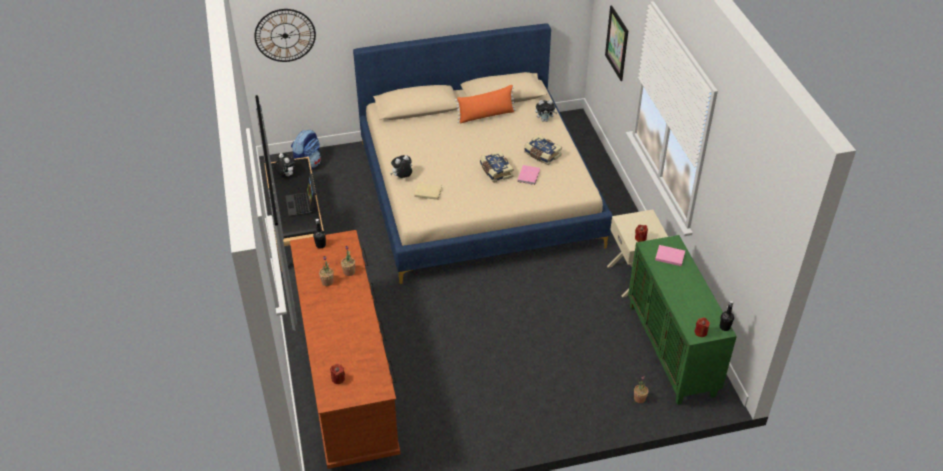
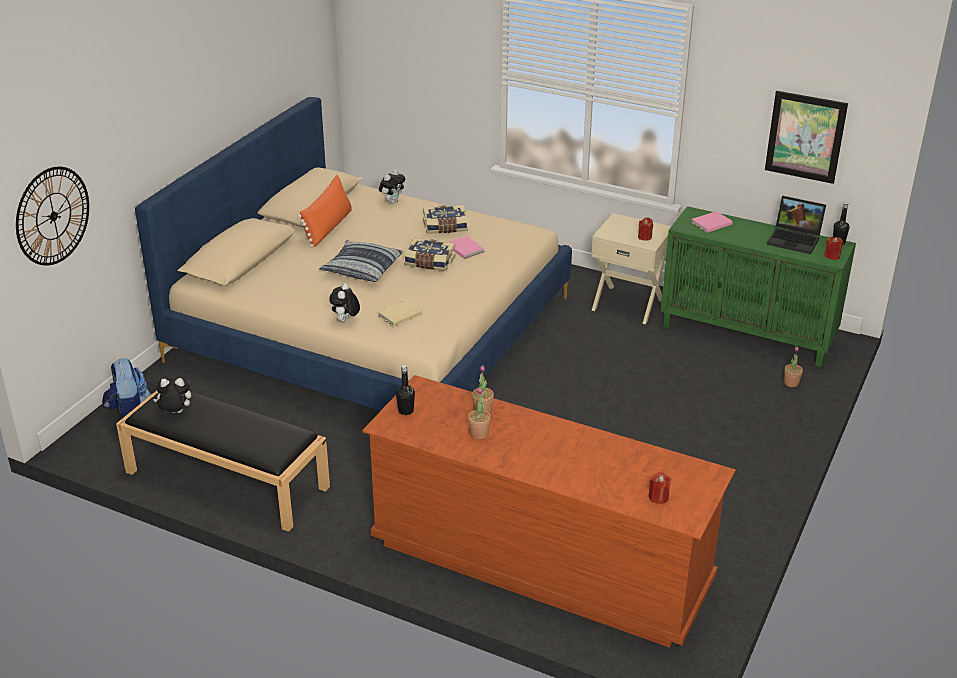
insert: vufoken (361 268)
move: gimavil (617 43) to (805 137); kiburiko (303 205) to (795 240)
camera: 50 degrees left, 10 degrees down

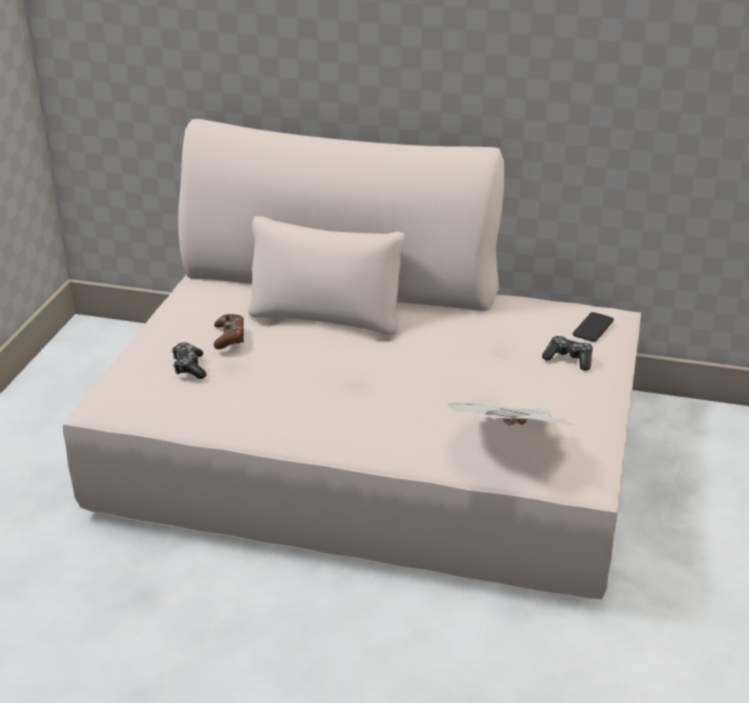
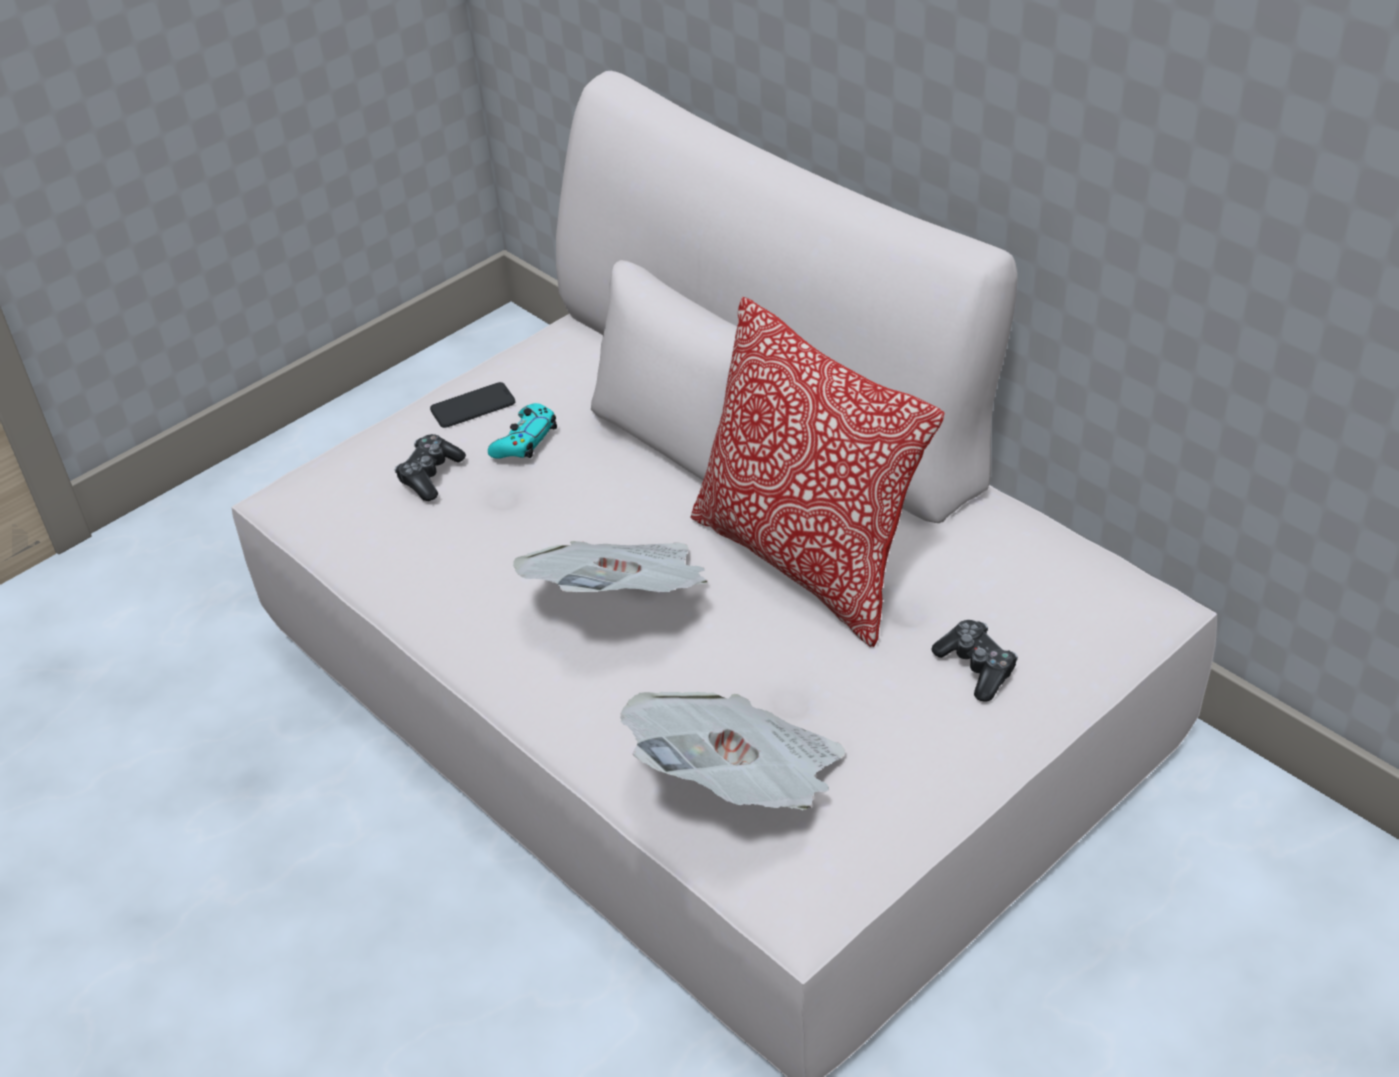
insert: vufoken (806 561); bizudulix (623 602)
move: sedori (593 327) to (473 406)
recolor: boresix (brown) (229 337) to boresix (turquoise) (524 441)
camera: 35 degrees right, 10 degrees up

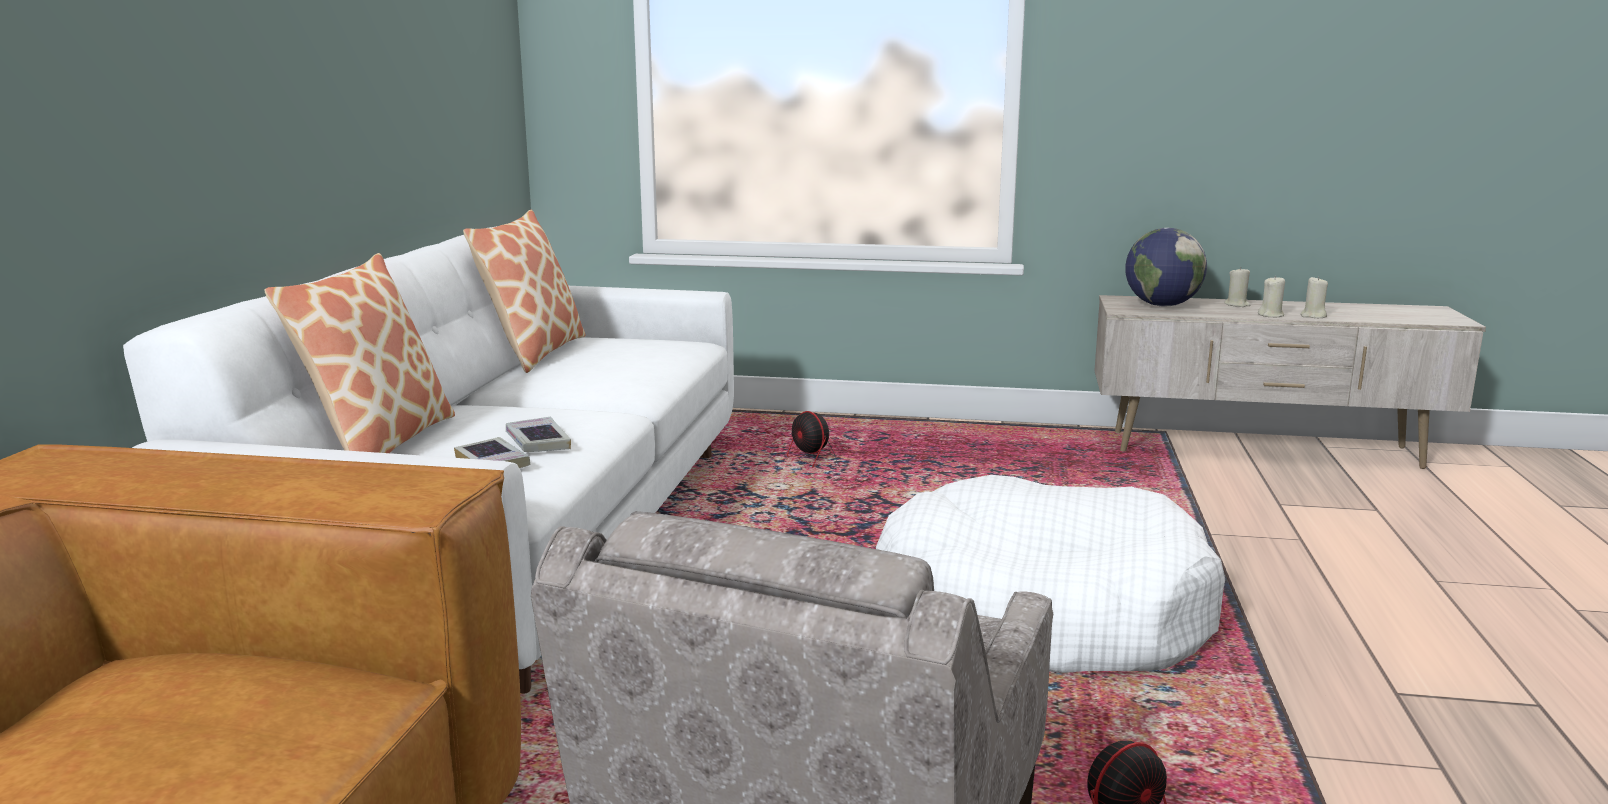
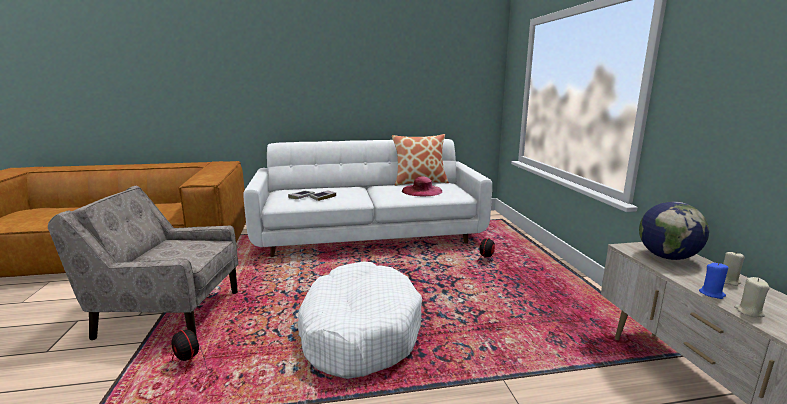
delete: vufoken (378 445)
insert: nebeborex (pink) (422 191)
recolor: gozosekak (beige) (1271 315) to gozosekak (blue) (712 294)
camera: 70 degrees right, 0 degrees up

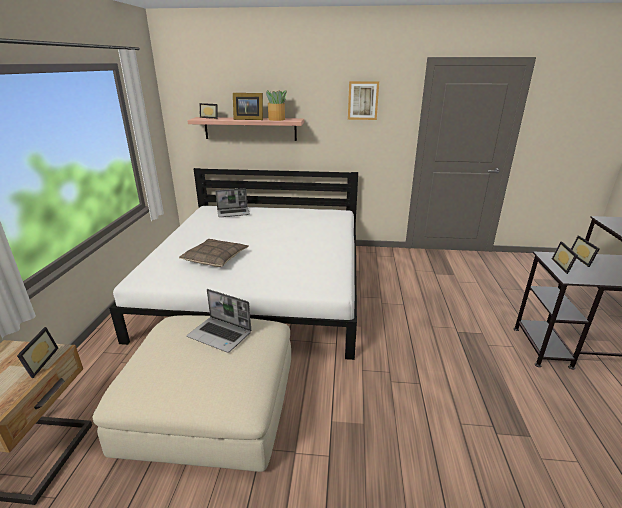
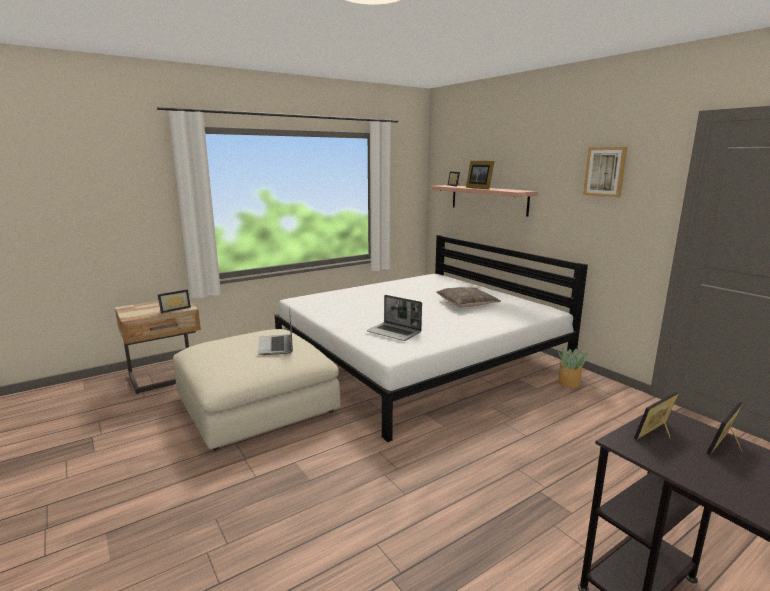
move: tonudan (277 119) to (569 383); kiburiko (234 213) to (395 332); vufoken (215 258) to (467 303)
camera: 50 degrees right, 10 degrees down

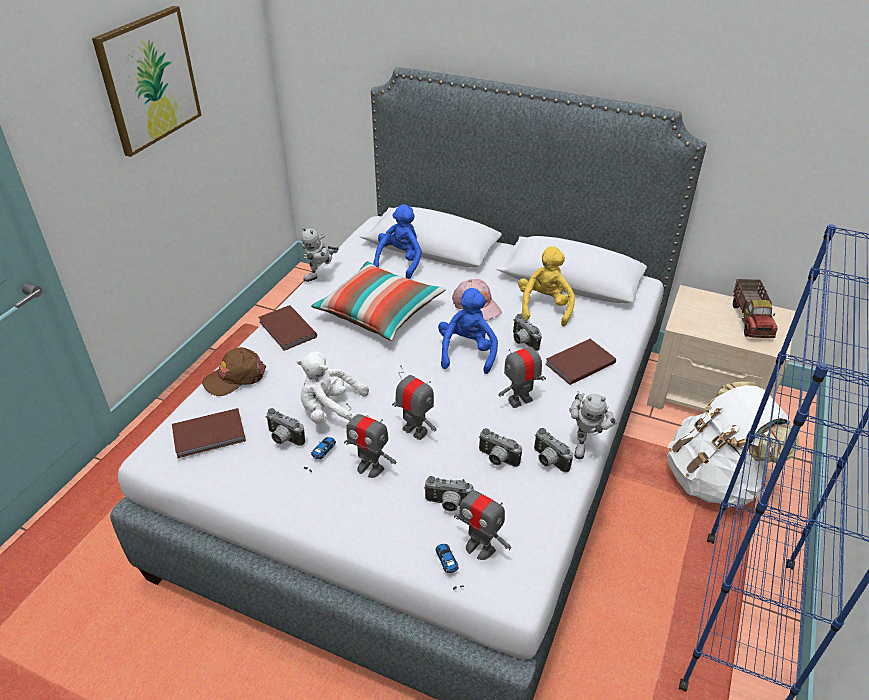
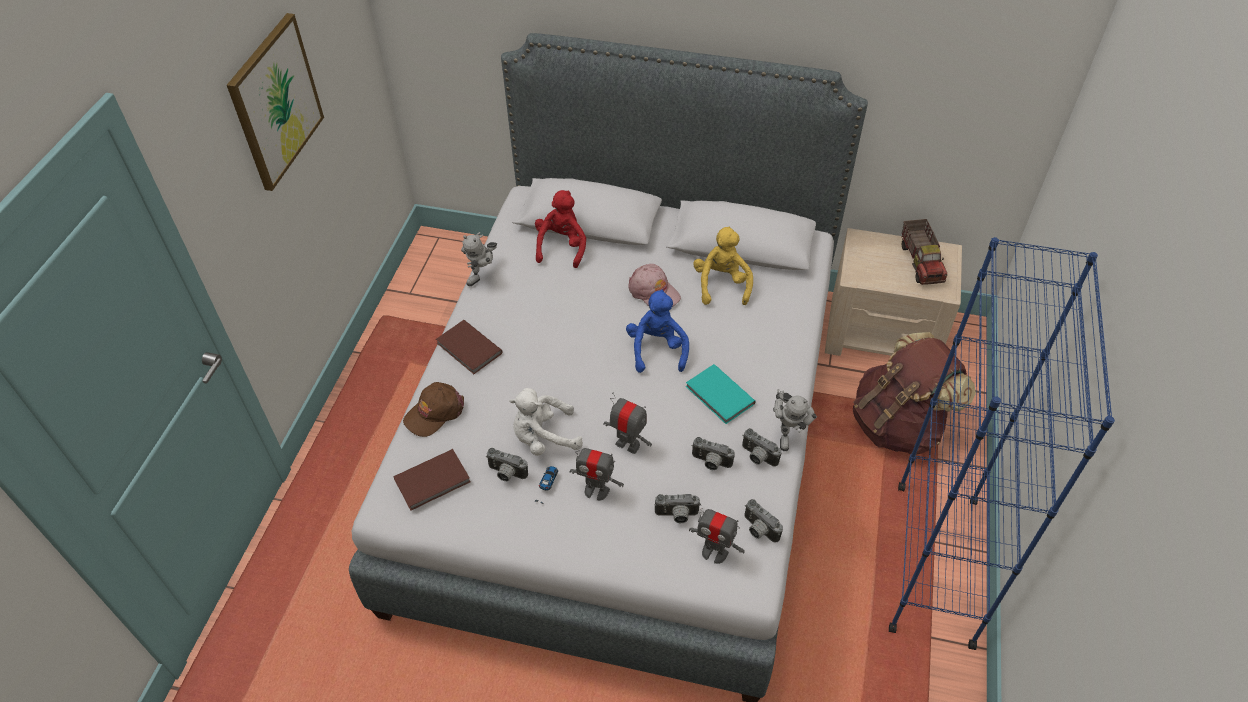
delete: vufoken (379 313); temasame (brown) (578 363); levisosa (449 569)
move: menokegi (522 342) to (758 530)
replace: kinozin (520 400) to temasame (turquoise) (719 396)
recolor: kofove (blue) (400 262) to kofove (red) (561 246); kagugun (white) (714 479) to kagugun (brown) (898 425)
camera: 10 degrees left, 10 degrees up

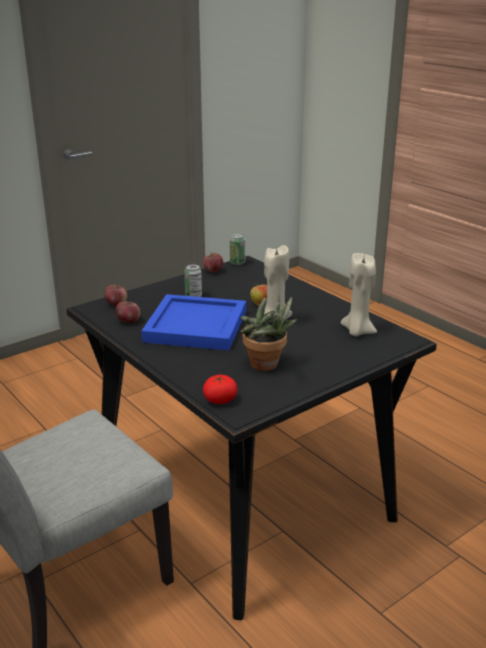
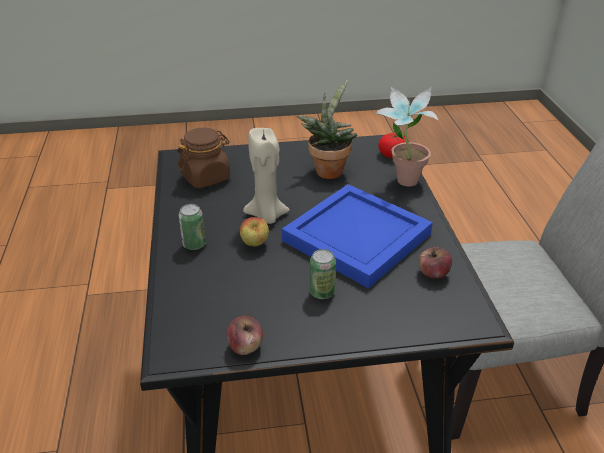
delete: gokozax (116 304)
insert: tonudan (401 183)
move: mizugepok (237 263) to (194 244)
replace: gozosekak (beige) (357 331) to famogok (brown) (206 177)
camera: 150 degrees left, 10 degrees up

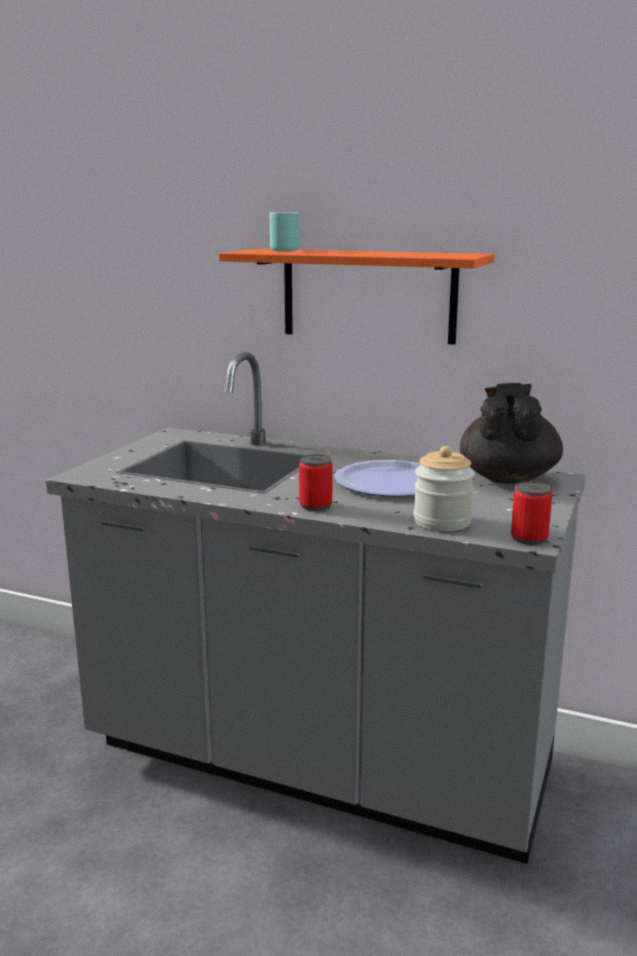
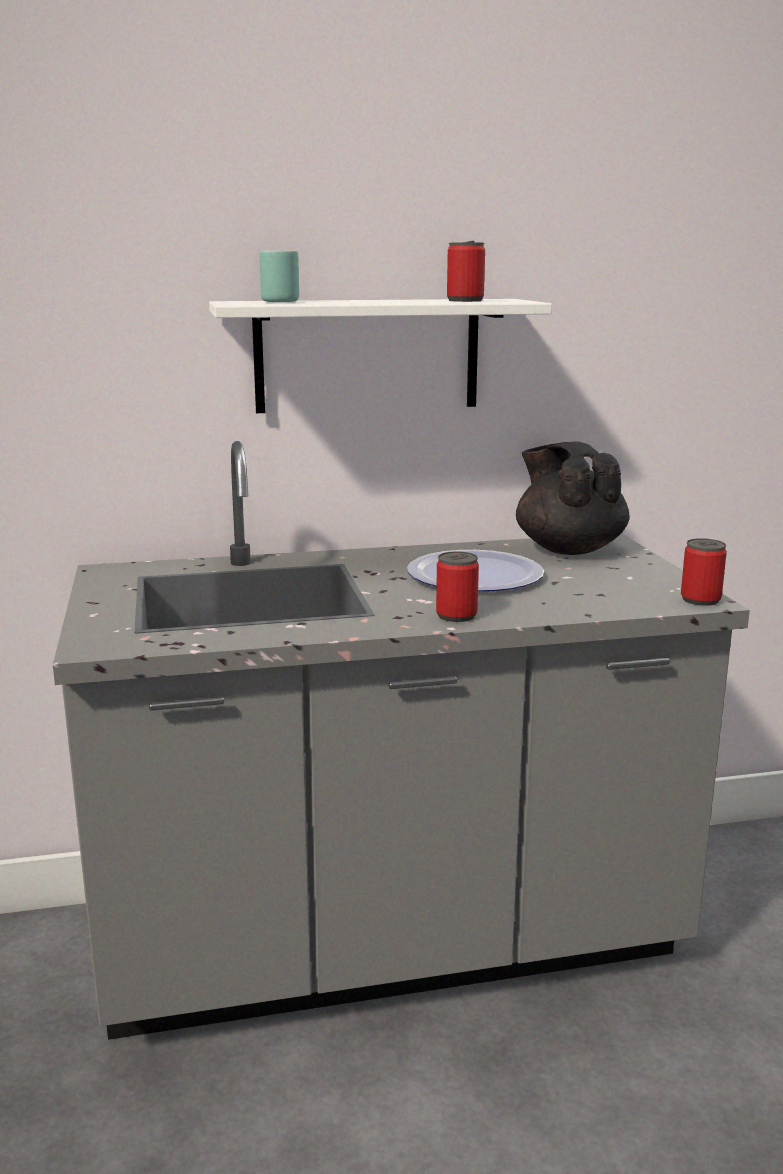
delete: famogok (442 521)
insert: mizugepok (465 300)
recolor: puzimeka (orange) (368 295) to puzimeka (white) (367 355)
camera: 35 degrees left, 0 degrees up

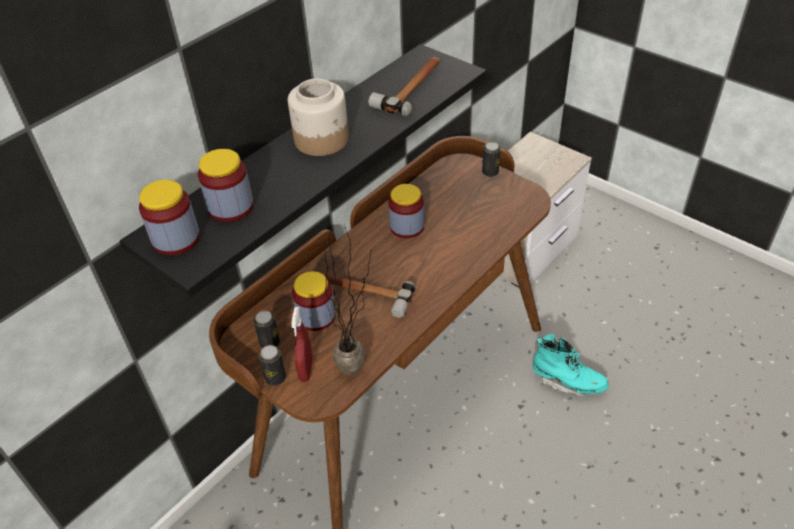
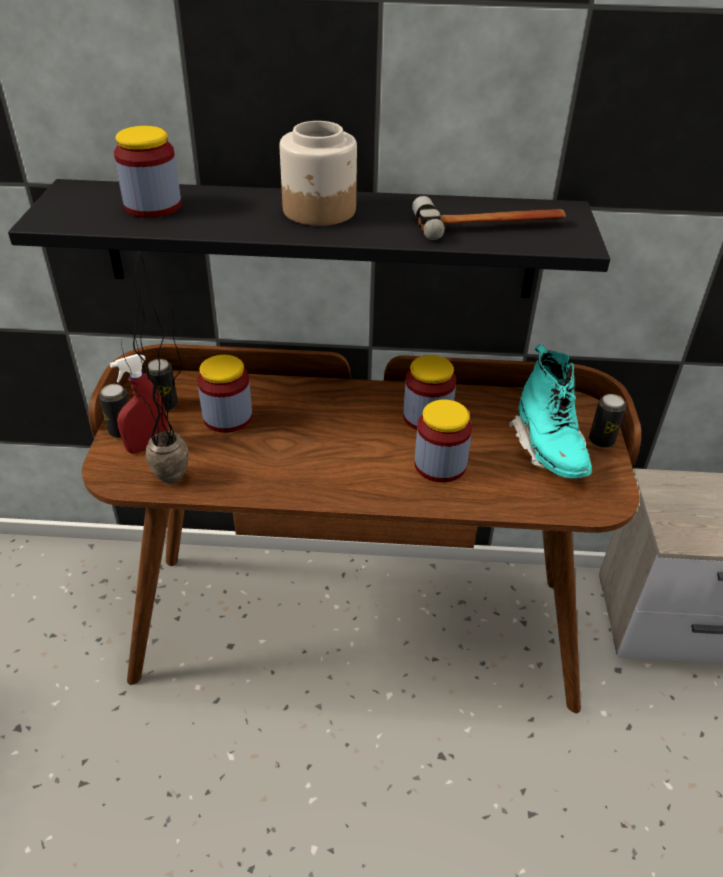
delete: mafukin (364 293)
move: famogok (176 239) to (440 465); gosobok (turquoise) (567 381) to (548 450)
camera: 50 degrees right, 5 degrees down

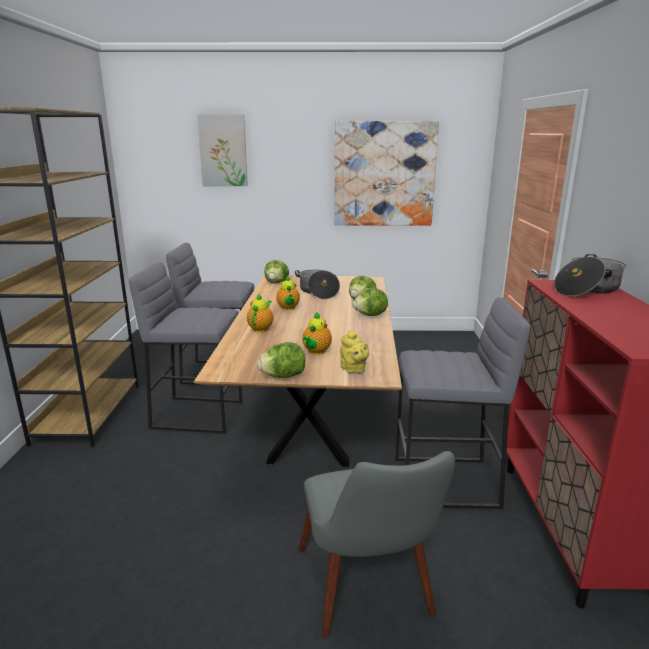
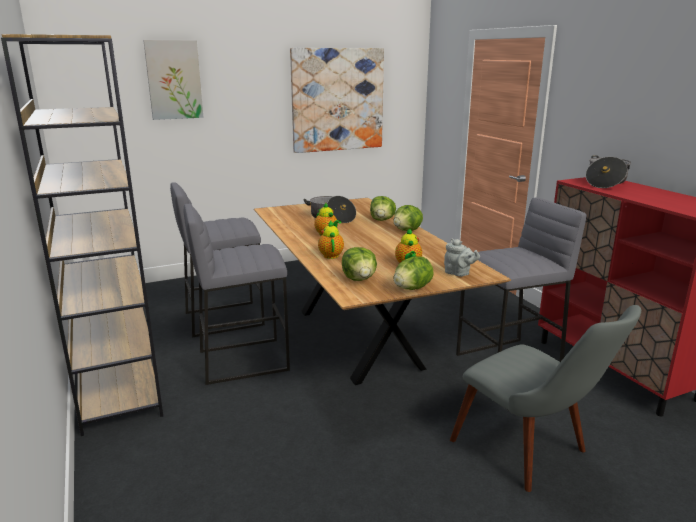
move: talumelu (276 283) to (359 279)
recolor: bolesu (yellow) (353 370) to bolesu (grey) (458 273)
camera: 25 degrees left, 0 degrees up

